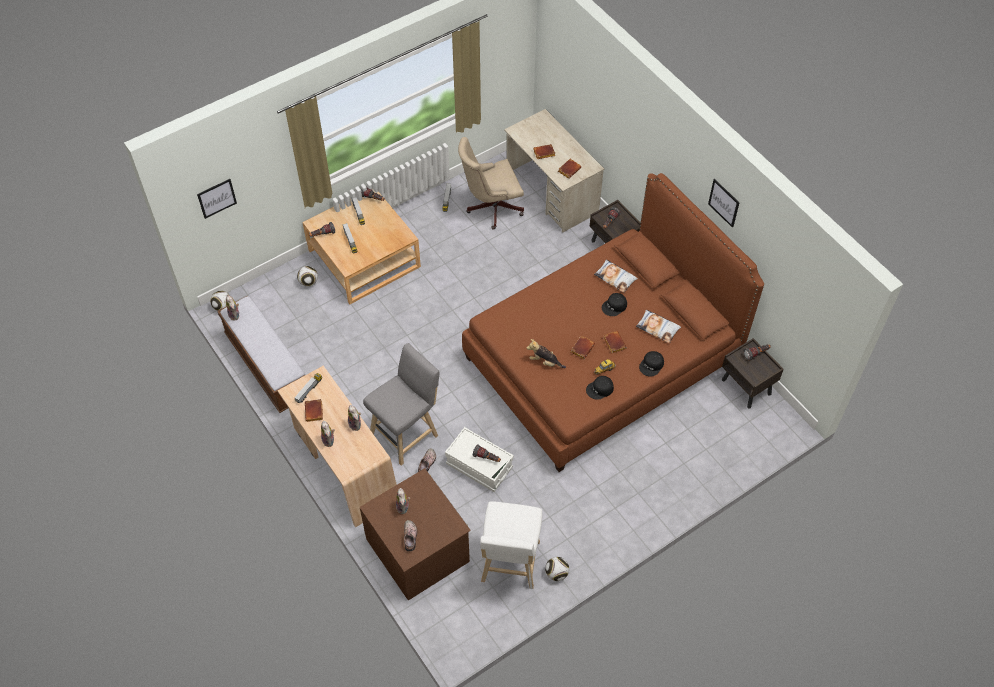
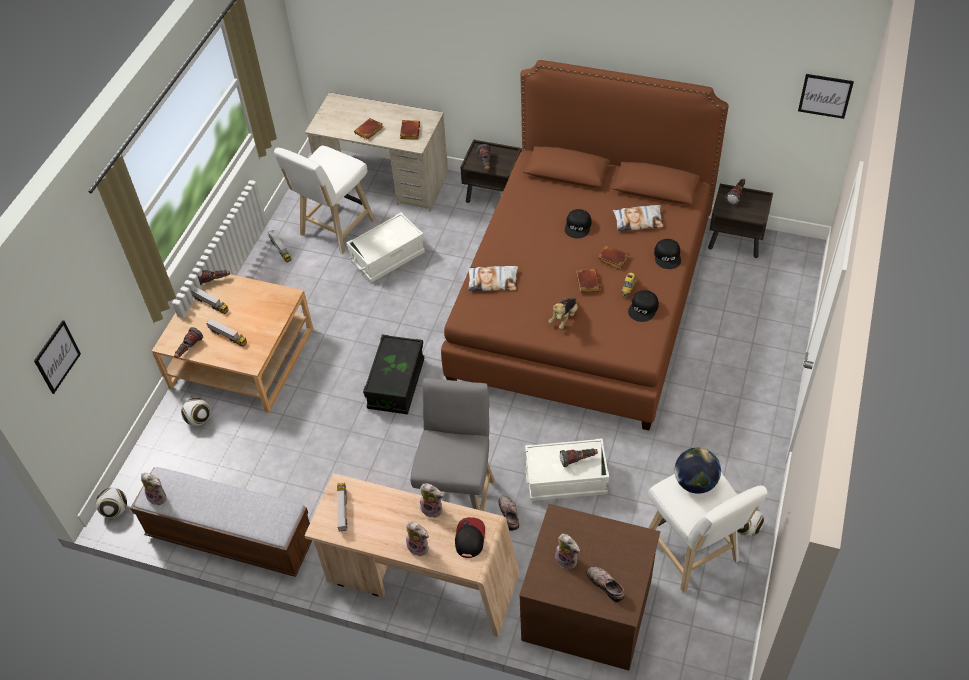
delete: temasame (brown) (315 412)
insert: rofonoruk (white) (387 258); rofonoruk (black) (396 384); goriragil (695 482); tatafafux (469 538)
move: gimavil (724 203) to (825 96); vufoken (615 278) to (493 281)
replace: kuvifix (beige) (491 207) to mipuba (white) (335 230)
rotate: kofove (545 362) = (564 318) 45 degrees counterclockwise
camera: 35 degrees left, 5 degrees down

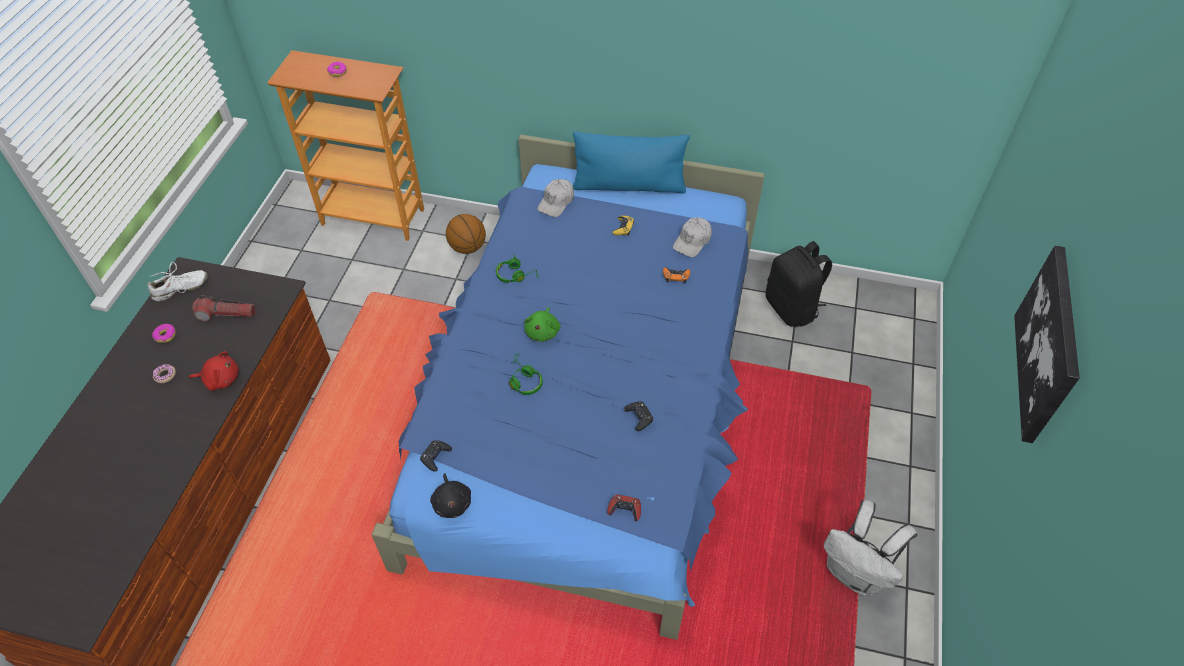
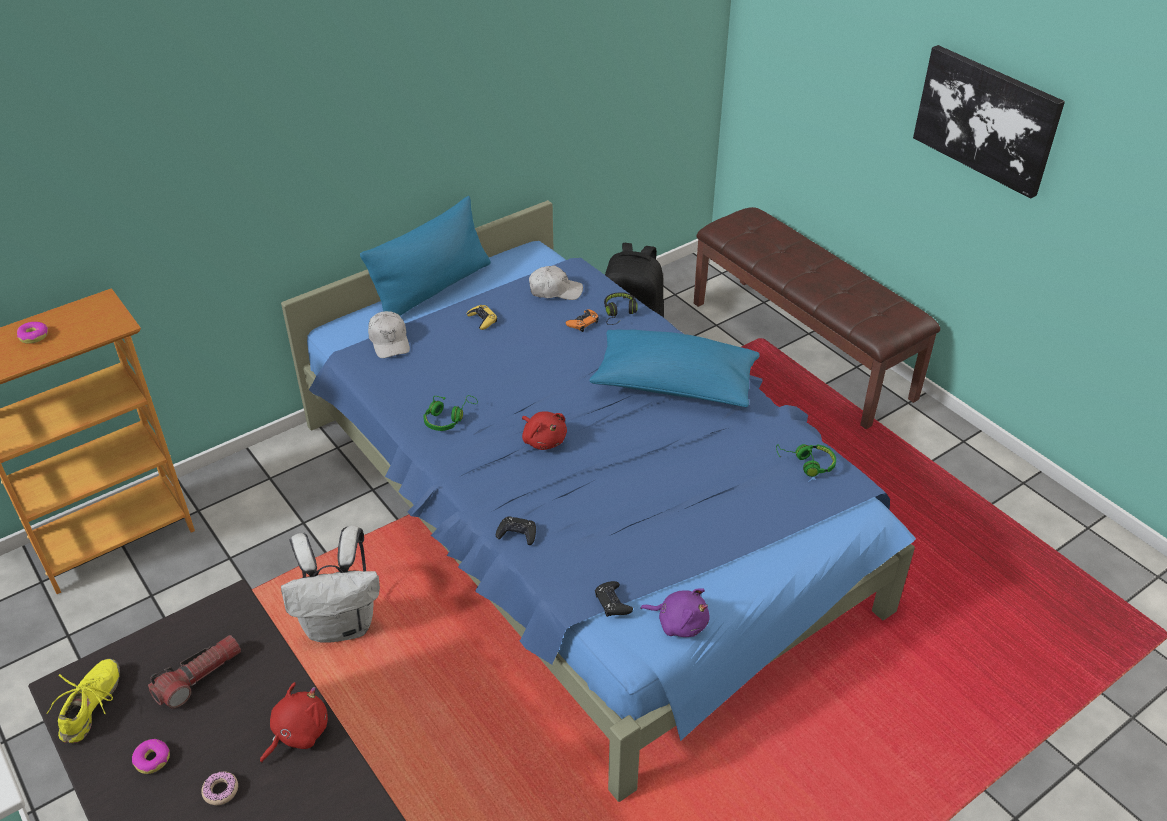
delete: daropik (467 247); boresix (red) (624 509)
insert: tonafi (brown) (802 349); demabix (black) (619 313); vufoken (blue) (674 385)
move: demabix (green) (523 380) to (806 464); boresix (black) (639 417) to (517 534); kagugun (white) (855 573) to (341 624)
recolor: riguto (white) (180 289) to riguto (yellow) (92 706); kofove (green) (543 331) to kofove (red) (543 440); kofove (black) (452 502) to kofove (purple) (679 623)
rotate: tatafafux (white) (692 241) = (555 290) 75 degrees counterclockwise
camera: 50 degrees left, 10 degrees down

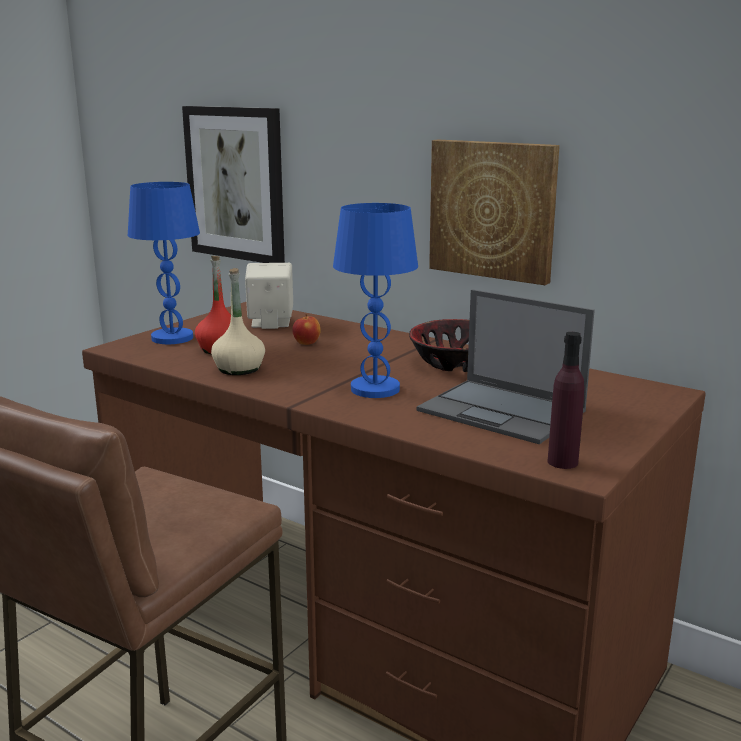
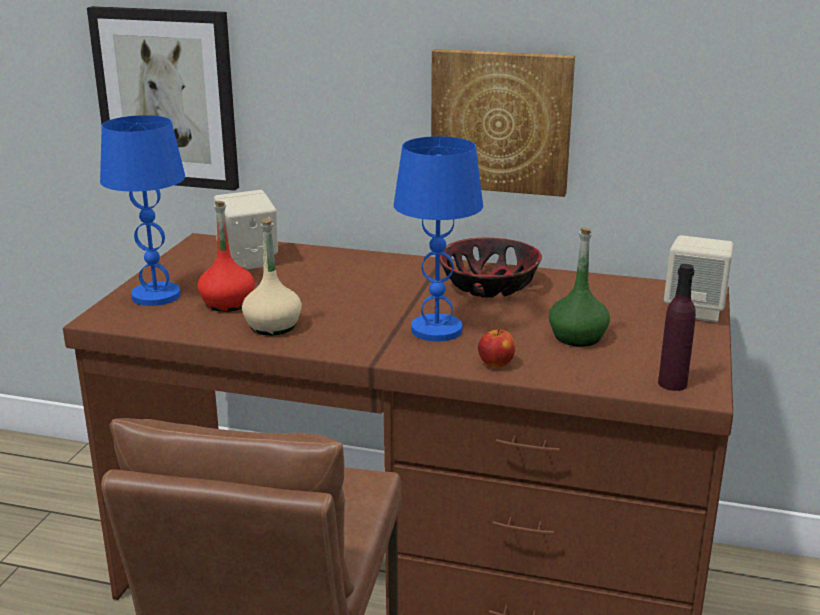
insert: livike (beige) (695 310)
move: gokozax (306 343) to (496 364)
replace: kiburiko (503 411) to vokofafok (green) (577 337)
camera: 20 degrees left, 5 degrees up

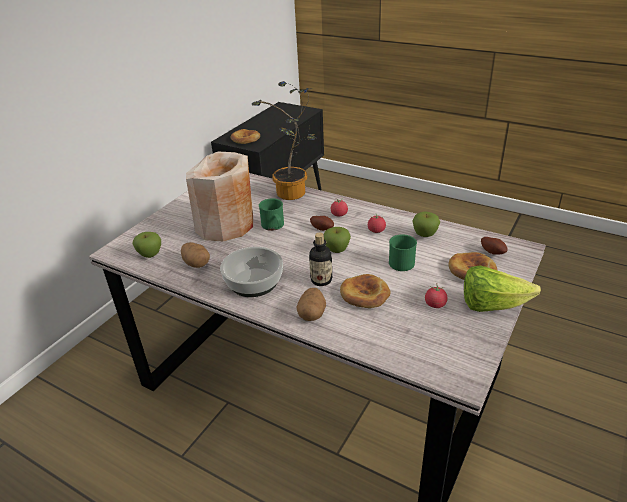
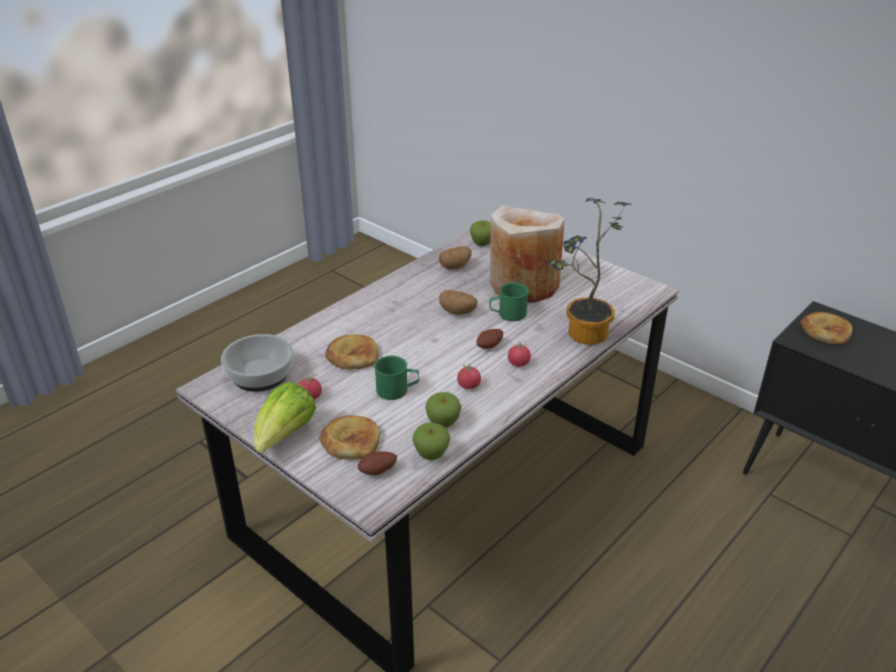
delete: vokofafok (321 280)
move: gokozax (337 250) to (431 454); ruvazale (253 282) to (260 374); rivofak (312 314) to (458 312)
camera: 100 degrees right, 0 degrees up

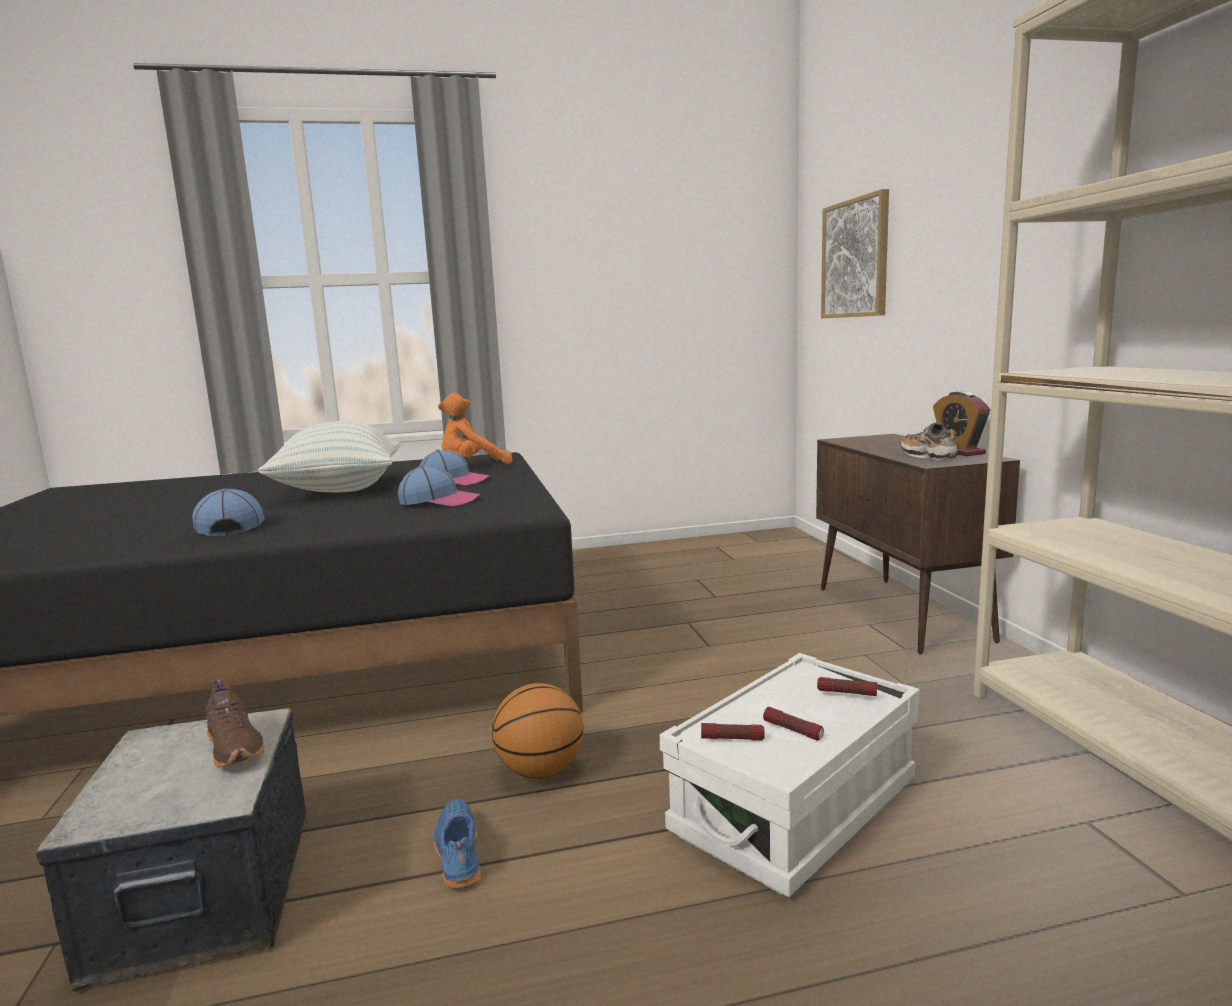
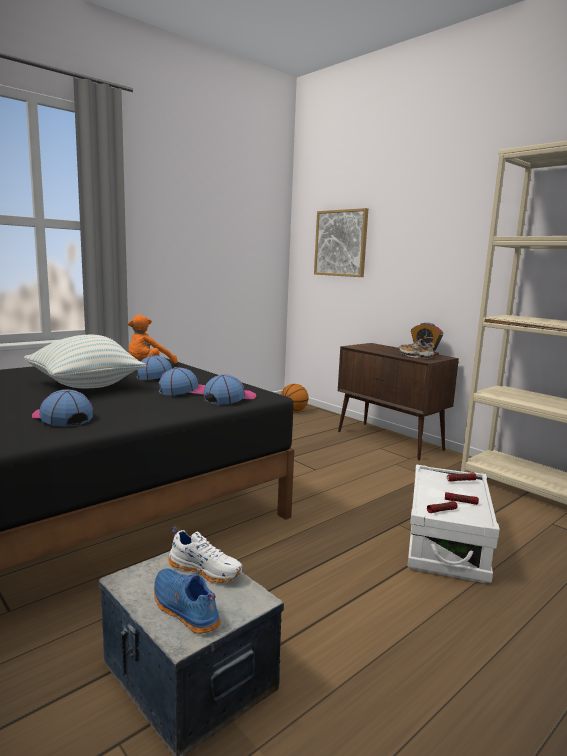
insert: tatafafux (229 398)
move: daropik (540 770) to (293 411); riguto (blue) (456 854) to (183 610)
recolor: riguto (brown) (236 747) to riguto (white) (206 569)
camera: 30 degrees left, 0 degrees up

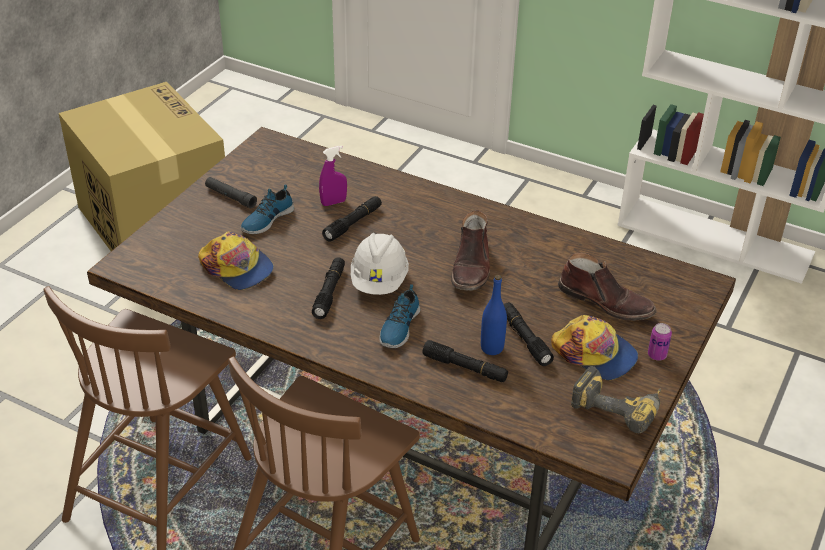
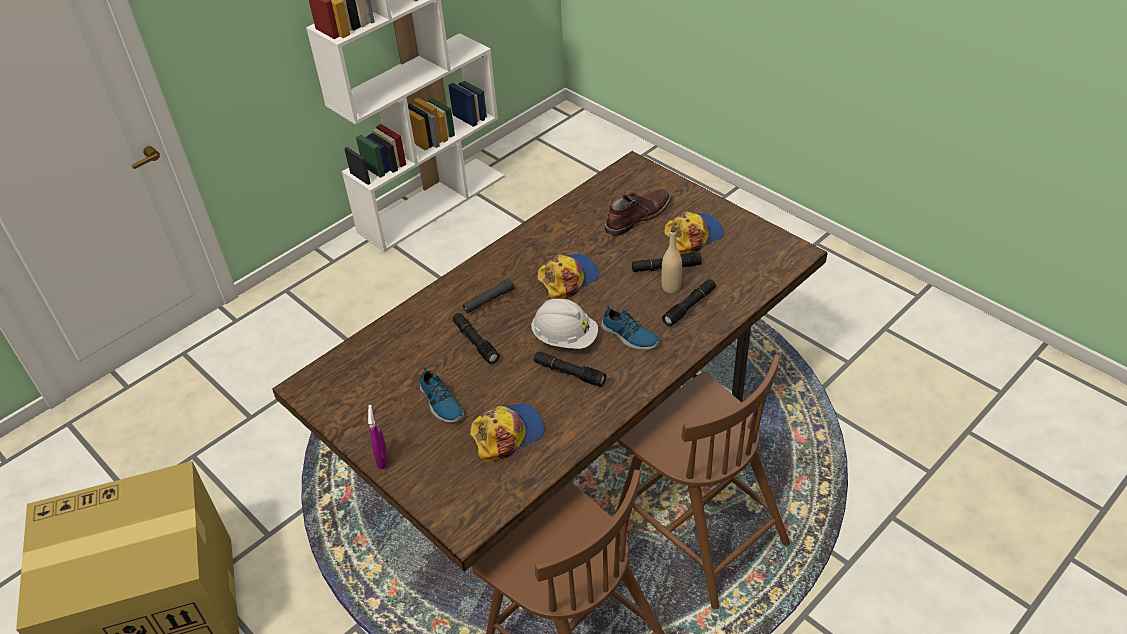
delete: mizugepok (657 355); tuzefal (618 406)
move: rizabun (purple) (333 202) to (382 459); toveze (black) (230 197) to (488 300)
replace: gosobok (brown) (471 267) to tatafafux (568 279)
recolor: vokofafok (blue) (492 348) to vokofafok (beige) (671 287)
camera: 70 degrees left, 5 degrees up

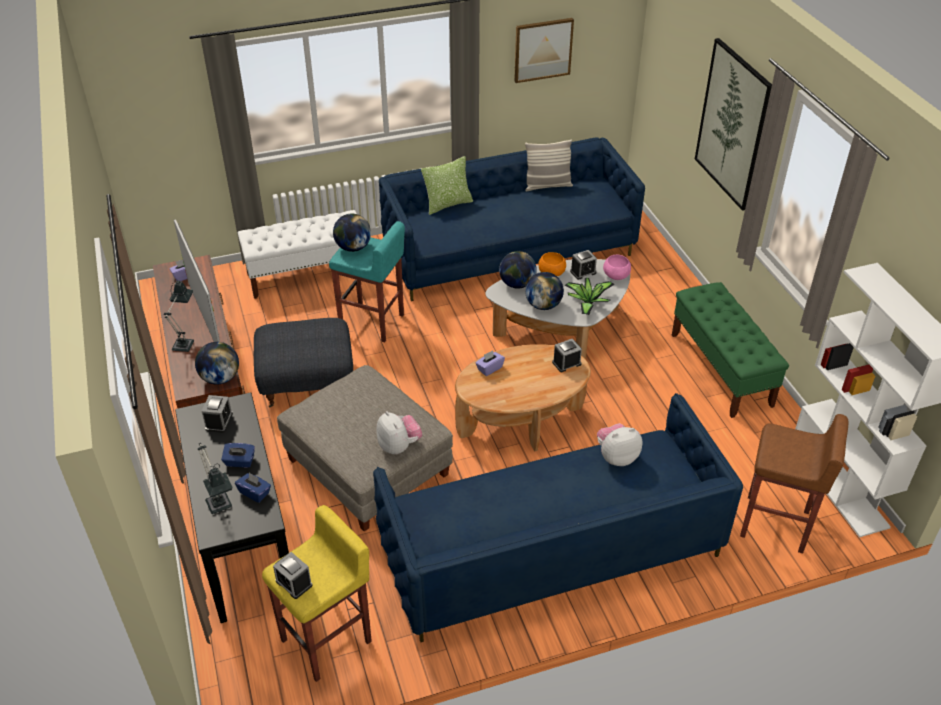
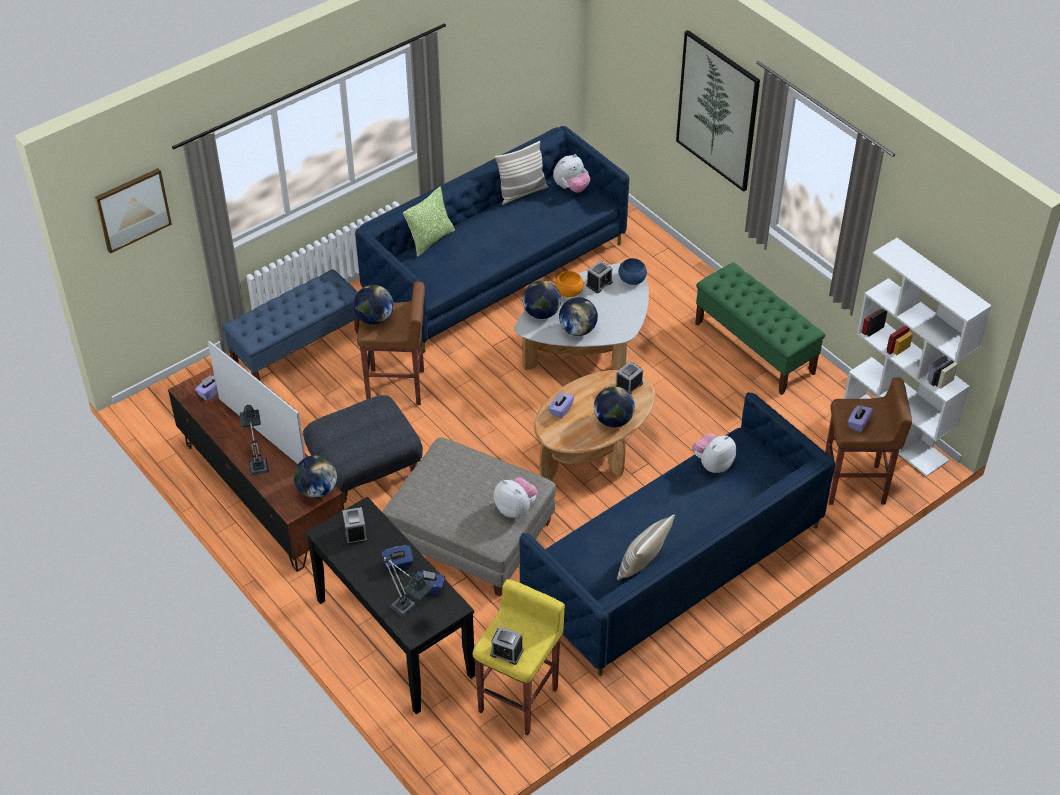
delete: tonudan (588 302)
insert: kofove (571 187); goriragil (613 420); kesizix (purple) (858 423); vufoken (642 564)
move: gimavil (543 49) to (132 209)
recolor: tonafi (white) (307 274) to tonafi (blue) (298 350); mipuba (turquoise) (372 323) to mipuba (brown) (397 387); ruvazale (pink) (616 275) to ruvazale (blue) (632 279)
camera: 20 degrees left, 5 degrees up

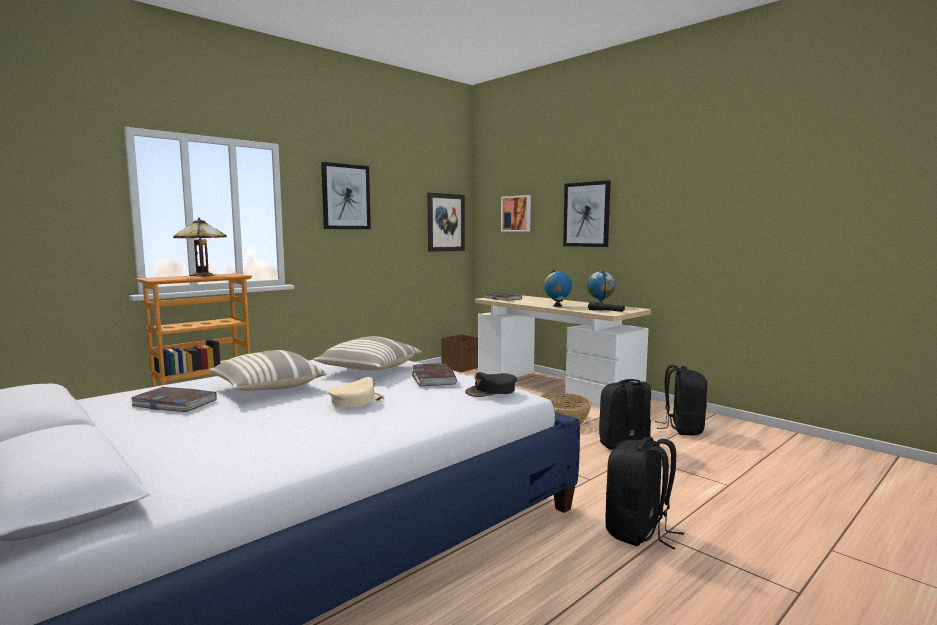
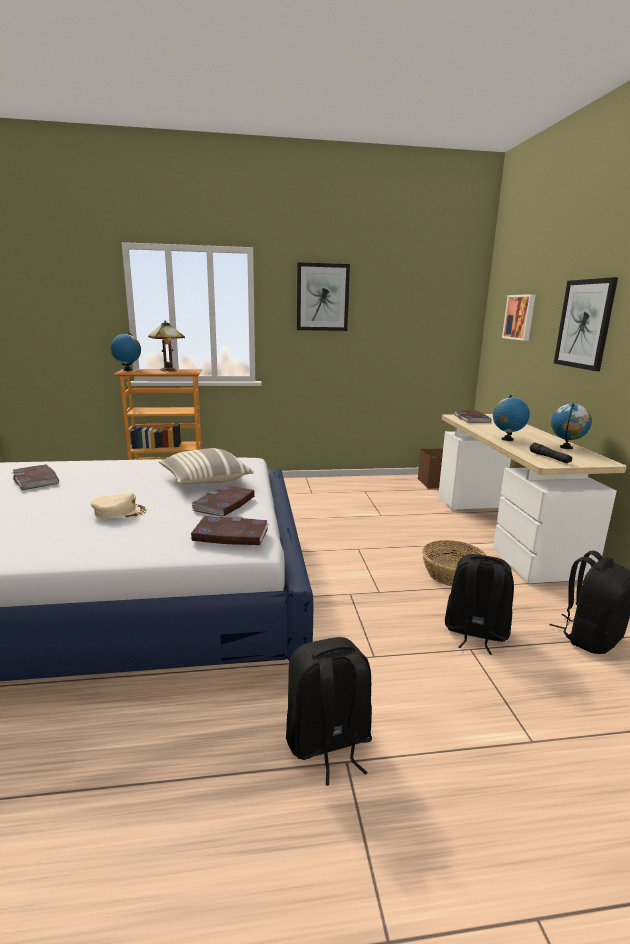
delete: gimavil (445 222); vufoken (267 388)
insert: goriragil (127 370)
replace: tatafafux (black) (491 391) to temasame (230 534)
camera: 35 degrees right, 10 degrees up

